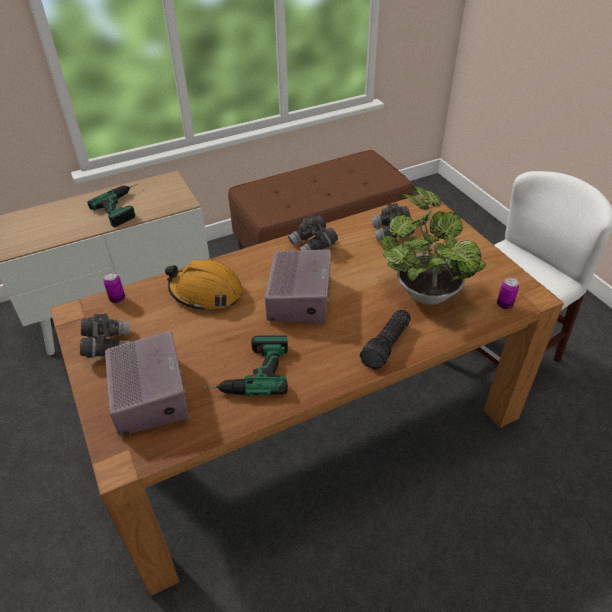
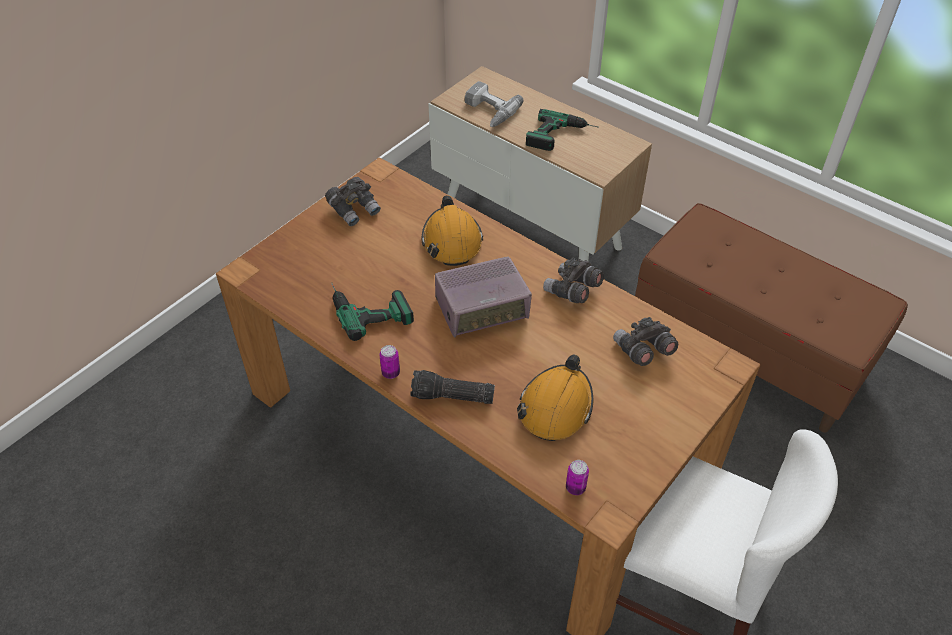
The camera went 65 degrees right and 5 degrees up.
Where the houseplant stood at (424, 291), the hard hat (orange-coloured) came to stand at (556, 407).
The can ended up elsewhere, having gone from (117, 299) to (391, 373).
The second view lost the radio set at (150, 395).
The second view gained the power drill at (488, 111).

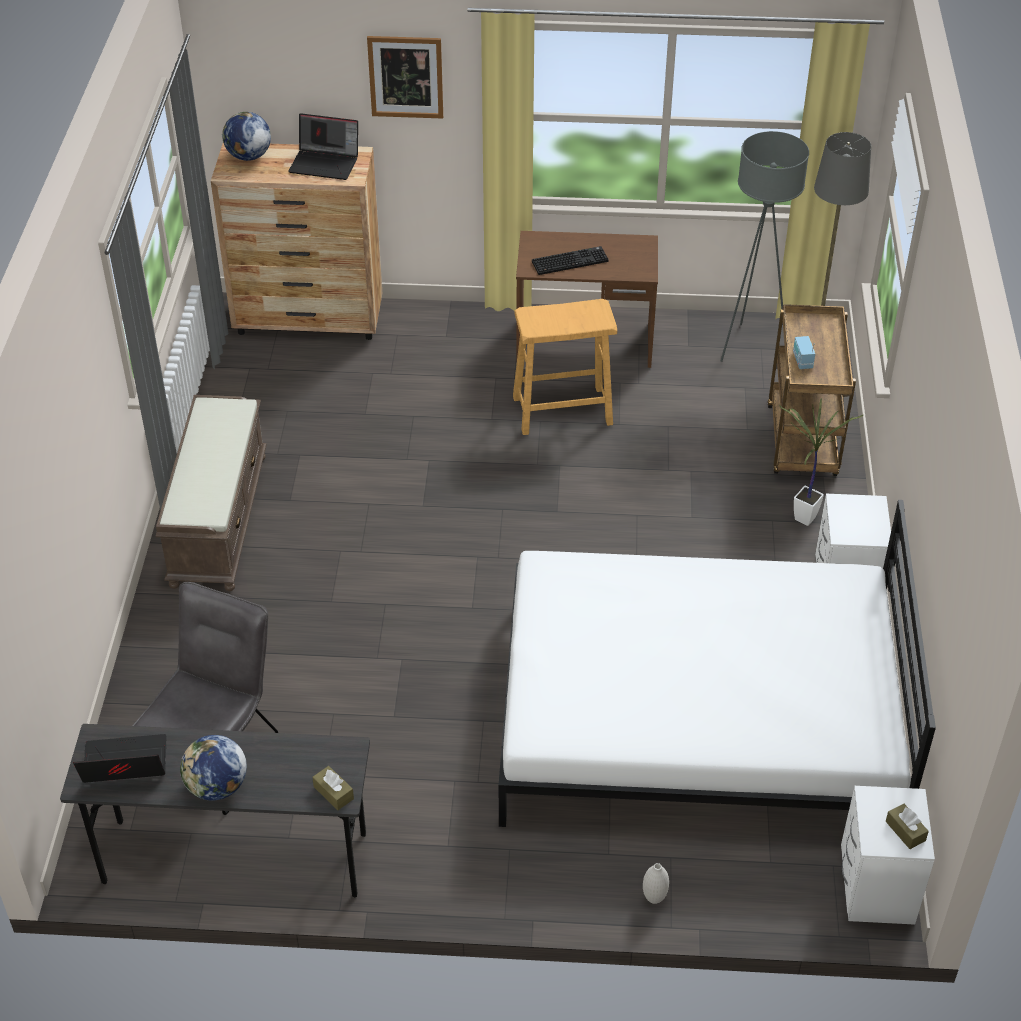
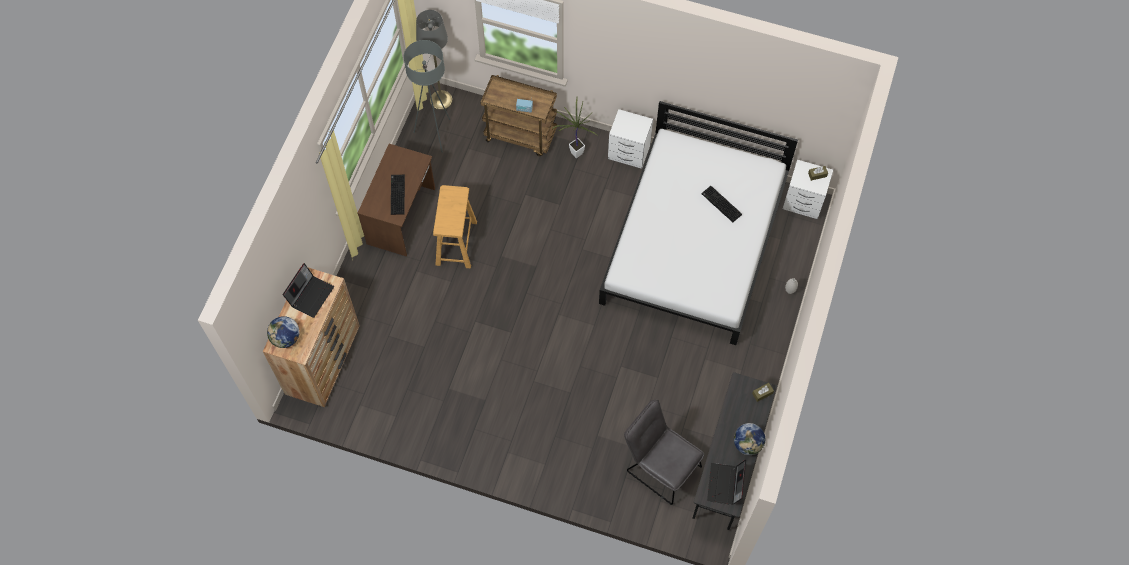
The camera went 75 degrees left and 20 degrees up.
The second view lost the wall art at (406, 77).
The second view lost the indoor bench (brown) at (218, 519).
The second view gained the PC keyboard at (720, 204).

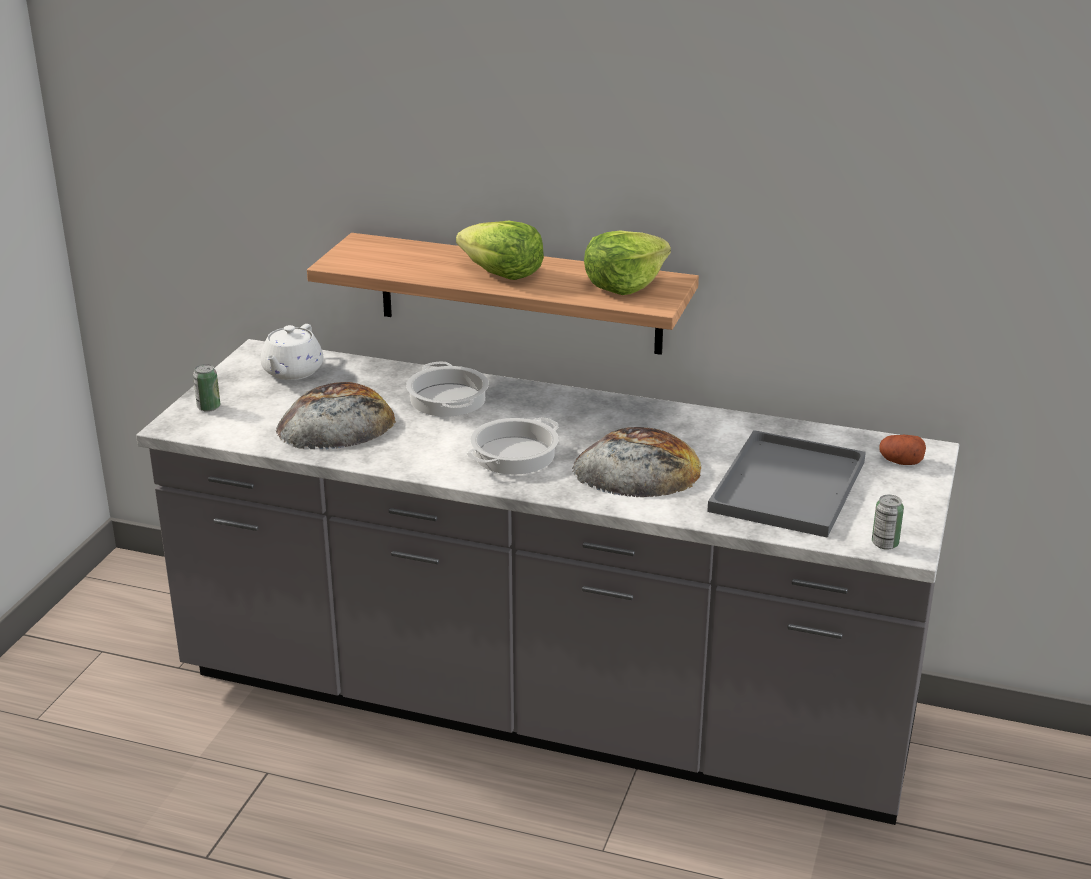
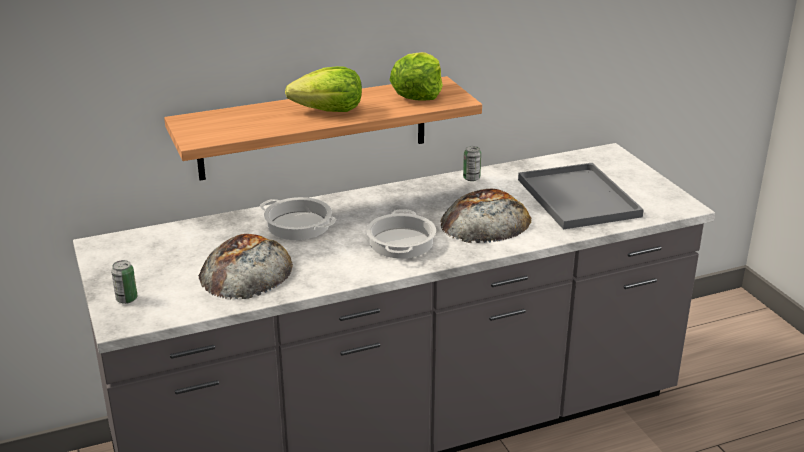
The camera went 40 degrees left and 0 degrees up.
The second view lost the tea pot (white) at (292, 372).
The second view lost the potato at (900, 461).
The can ended up elsewhere, having gone from (885, 544) to (471, 178).

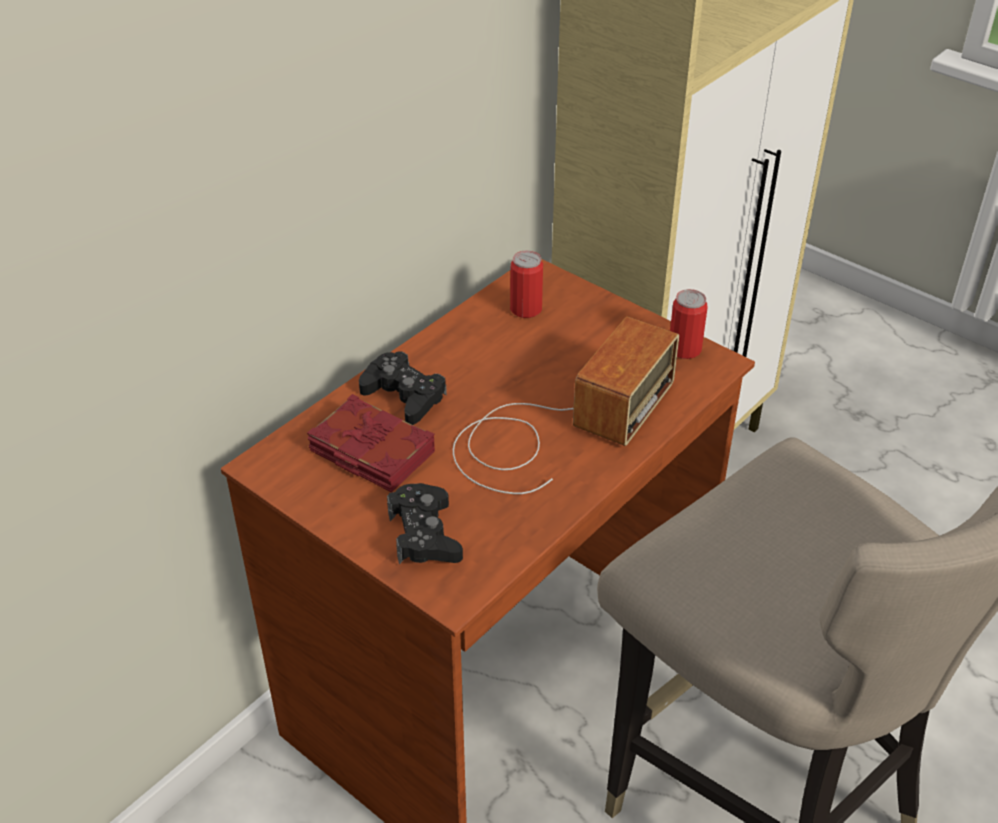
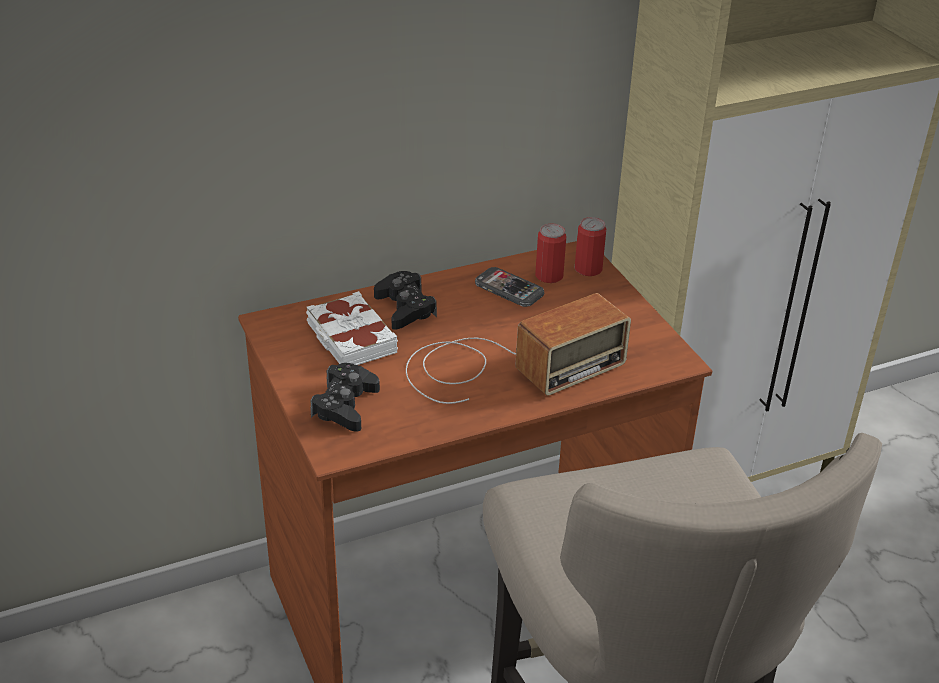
The camera went 25 degrees right and 5 degrees down.
The can ended up elsewhere, having gone from (684, 349) to (588, 269).
What was the book (red) at (371, 452) turned into the book (white) at (350, 338).
The second view gained the handset at (509, 289).

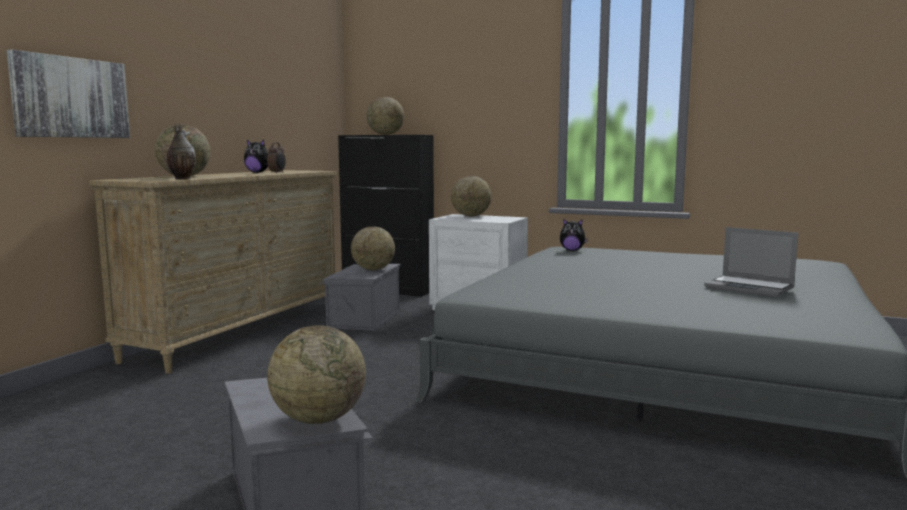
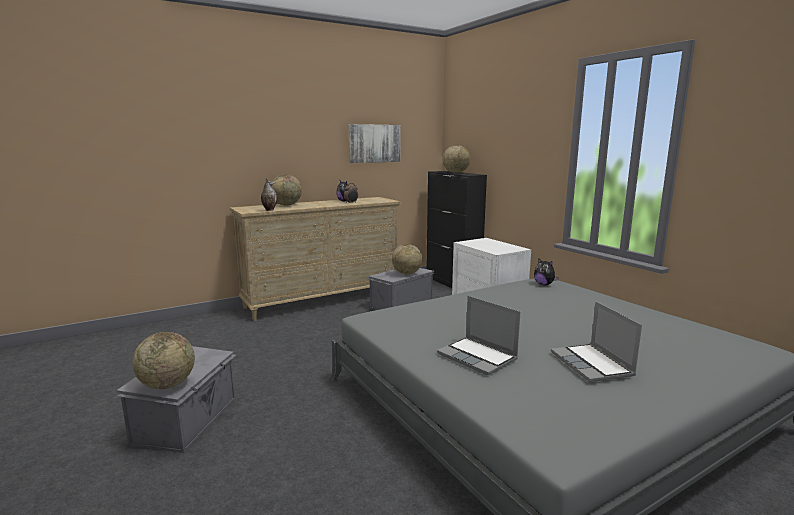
The camera went 35 degrees right and 5 degrees up.
The wall art ended up elsewhere, having gone from (71, 97) to (374, 143).
The second view lost the desk globe at (471, 216).
The second view gained the portable computer at (478, 357).

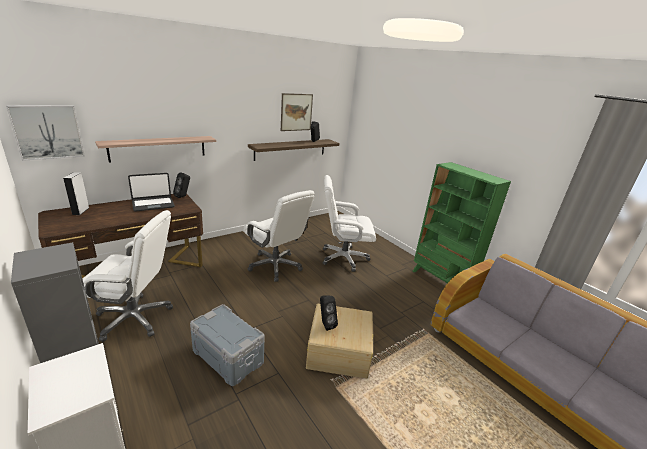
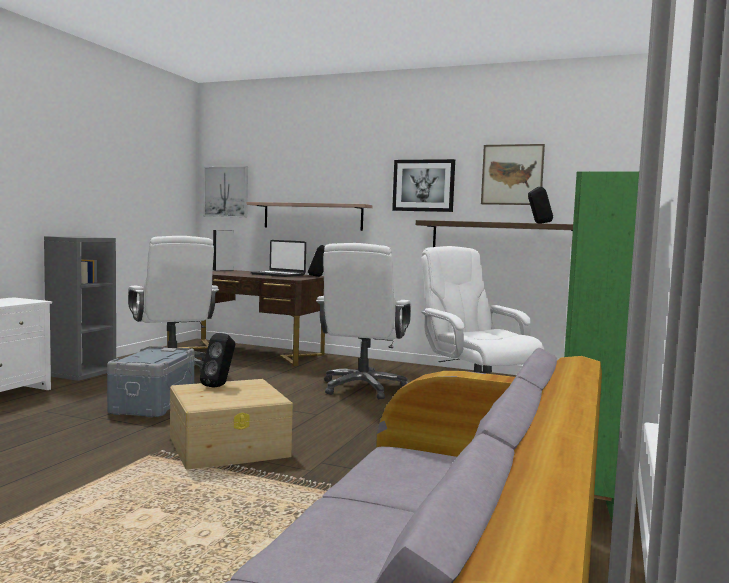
The camera went 60 degrees right and 20 degrees down.
The second view gained the wall art at (423, 185).

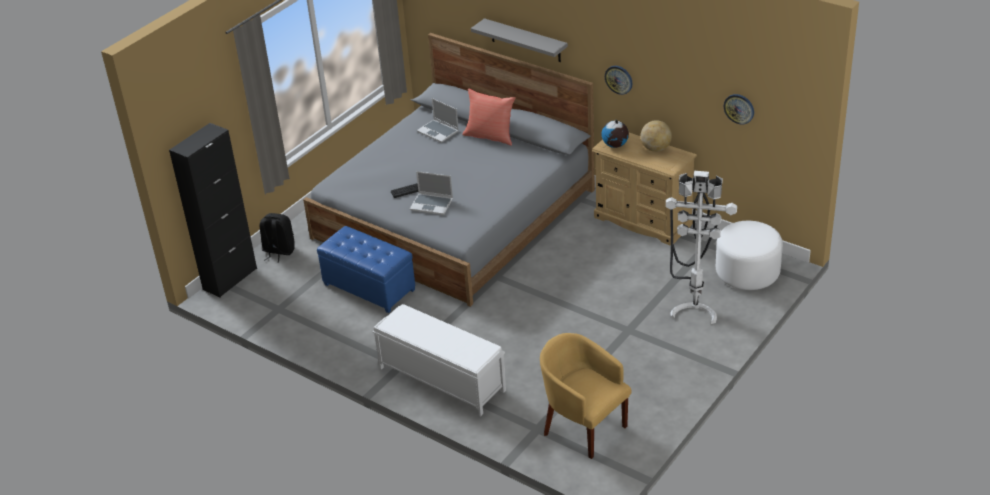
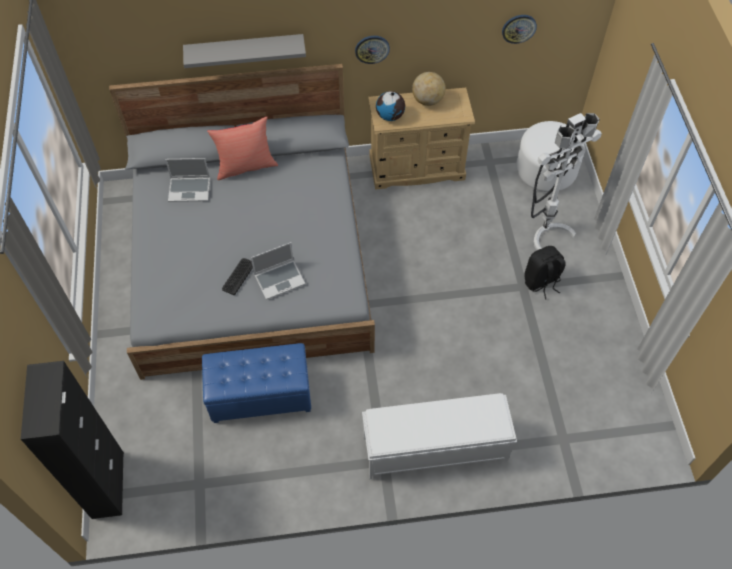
The camera went 45 degrees left and 20 degrees up.
The backpack (black) ended up elsewhere, having gone from (278, 251) to (541, 282).
The second view lost the easy chair (yellow-coloured) at (583, 427).

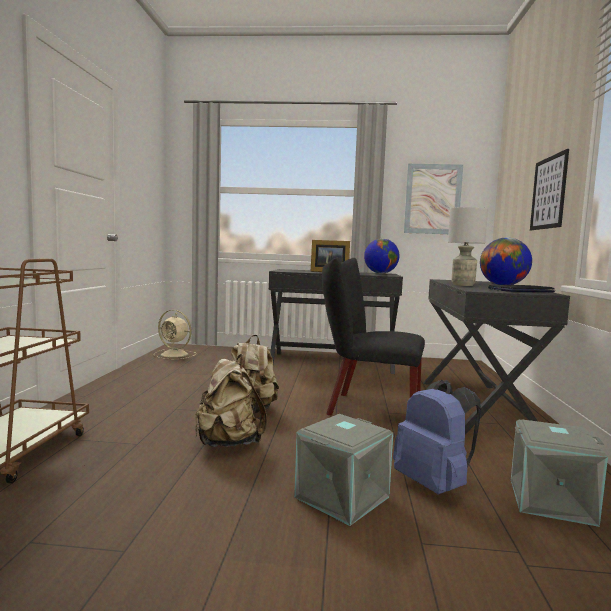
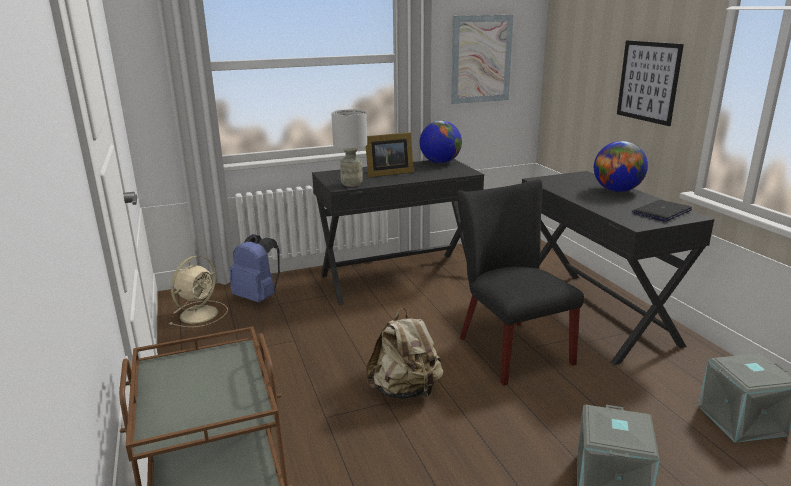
The camera went 25 degrees left and 15 degrees up.
The tabletop lamp (gray) ended up elsewhere, having gone from (463, 285) to (352, 184).
The plain chair (black) at (368, 408) ended up facing another way, 75 degrees clockwise from before.
The fan (sand-coloured) at (175, 354) ended up facing another way, 60 degrees counterclockwise from before.
The second view lost the backpack (sand-coloured) at (228, 443).
The backpack (blue) ended up elsewhere, having gone from (434, 485) to (258, 298).

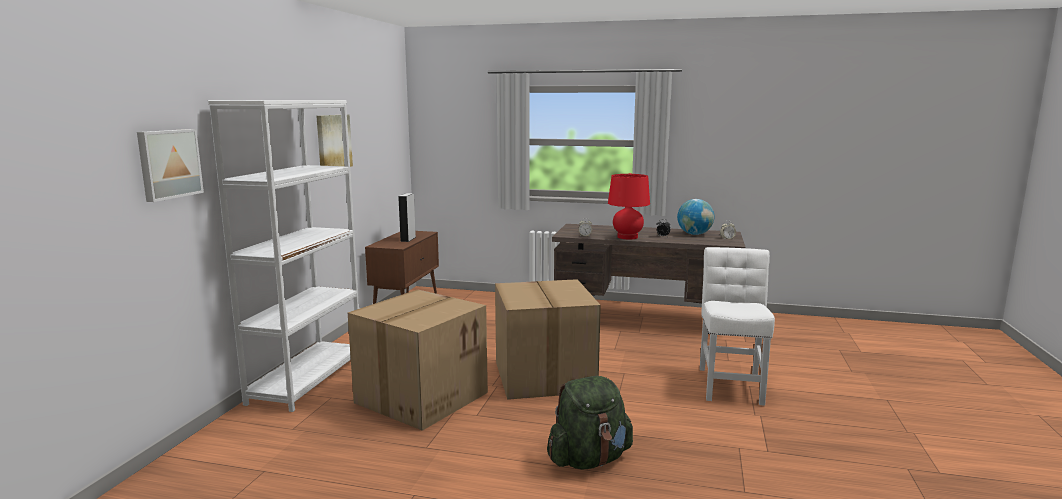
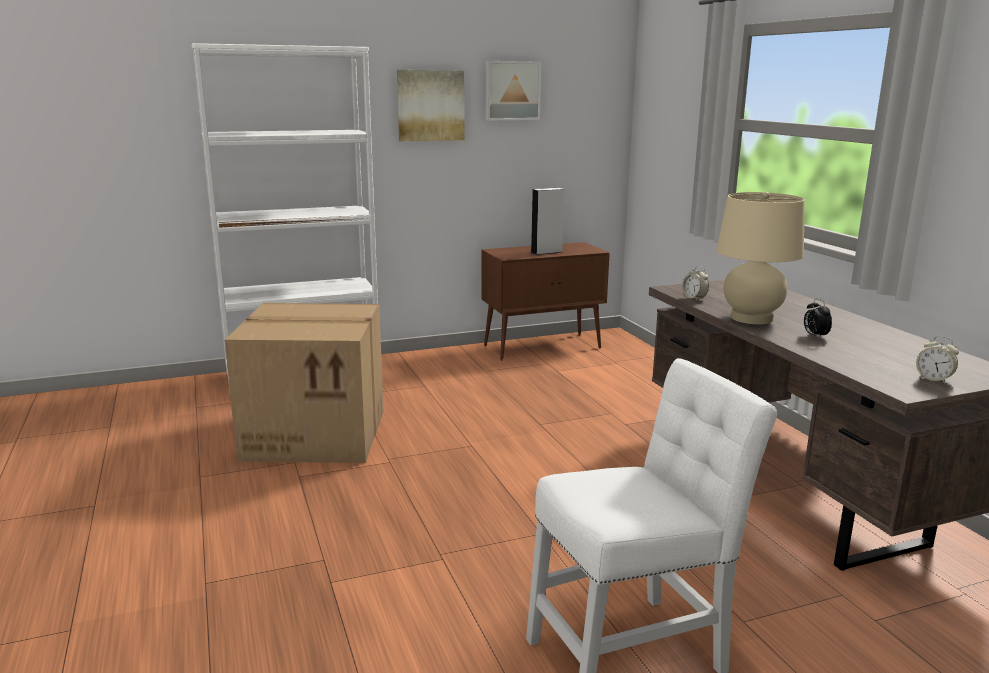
The camera went 55 degrees right and 5 degrees up.
The wall art ended up elsewhere, having gone from (168, 164) to (512, 90).
What was the tabletop lamp (red) at (627, 237) turned into the tabletop lamp (sand-coloured) at (751, 318).
The second view lost the desk globe at (694, 234).
The second view lost the carton at (542, 376).
The second view lost the backpack (green-coloured) at (589, 460).

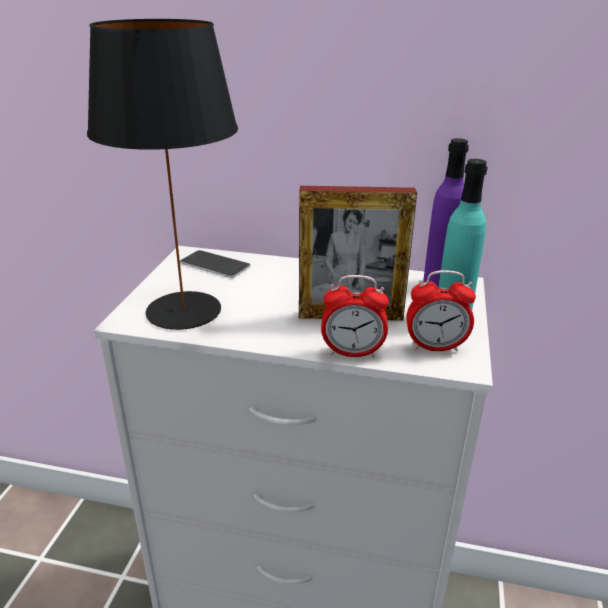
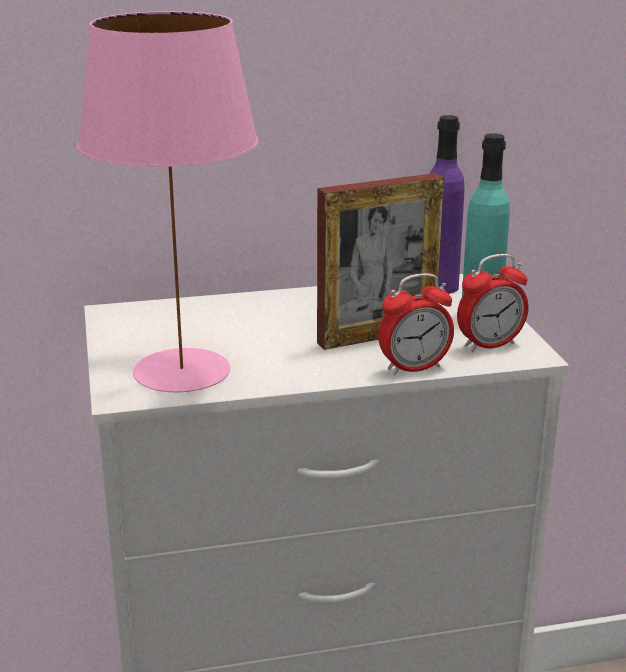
The camera went 25 degrees left and 5 degrees down.
What was the tabletop lamp (black) at (183, 311) turned into the tabletop lamp (pinkish) at (182, 371).
The second view lost the handset at (215, 264).

